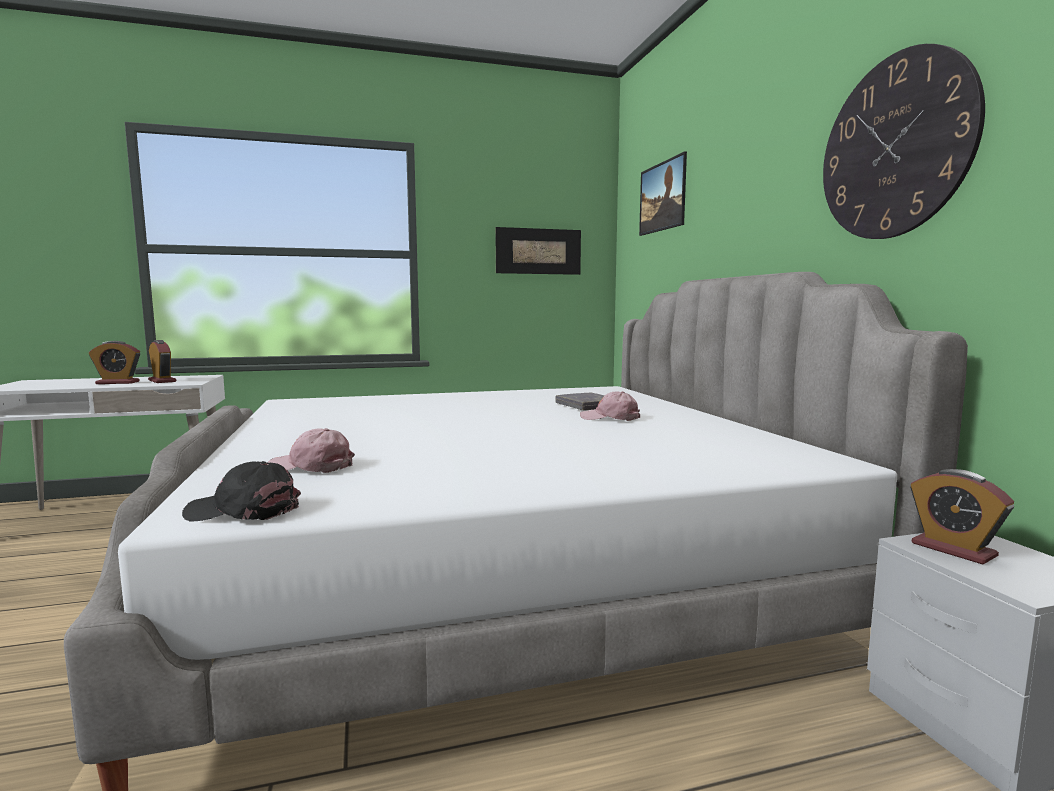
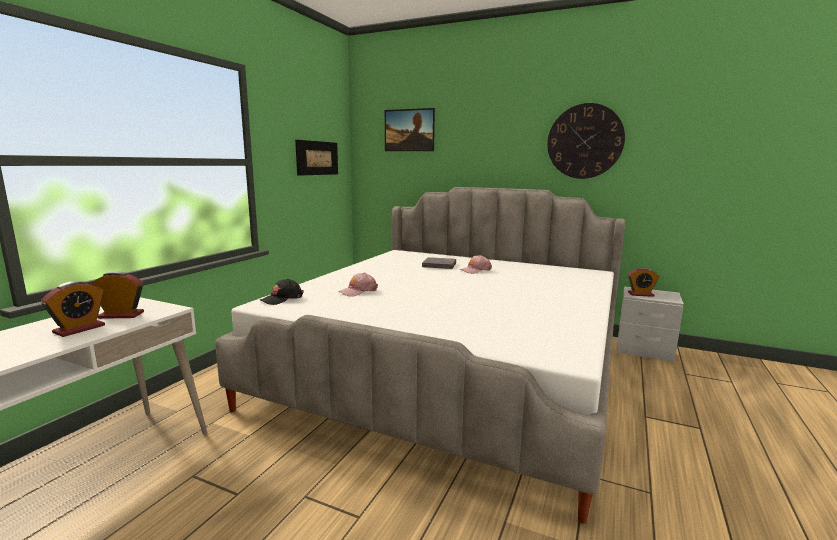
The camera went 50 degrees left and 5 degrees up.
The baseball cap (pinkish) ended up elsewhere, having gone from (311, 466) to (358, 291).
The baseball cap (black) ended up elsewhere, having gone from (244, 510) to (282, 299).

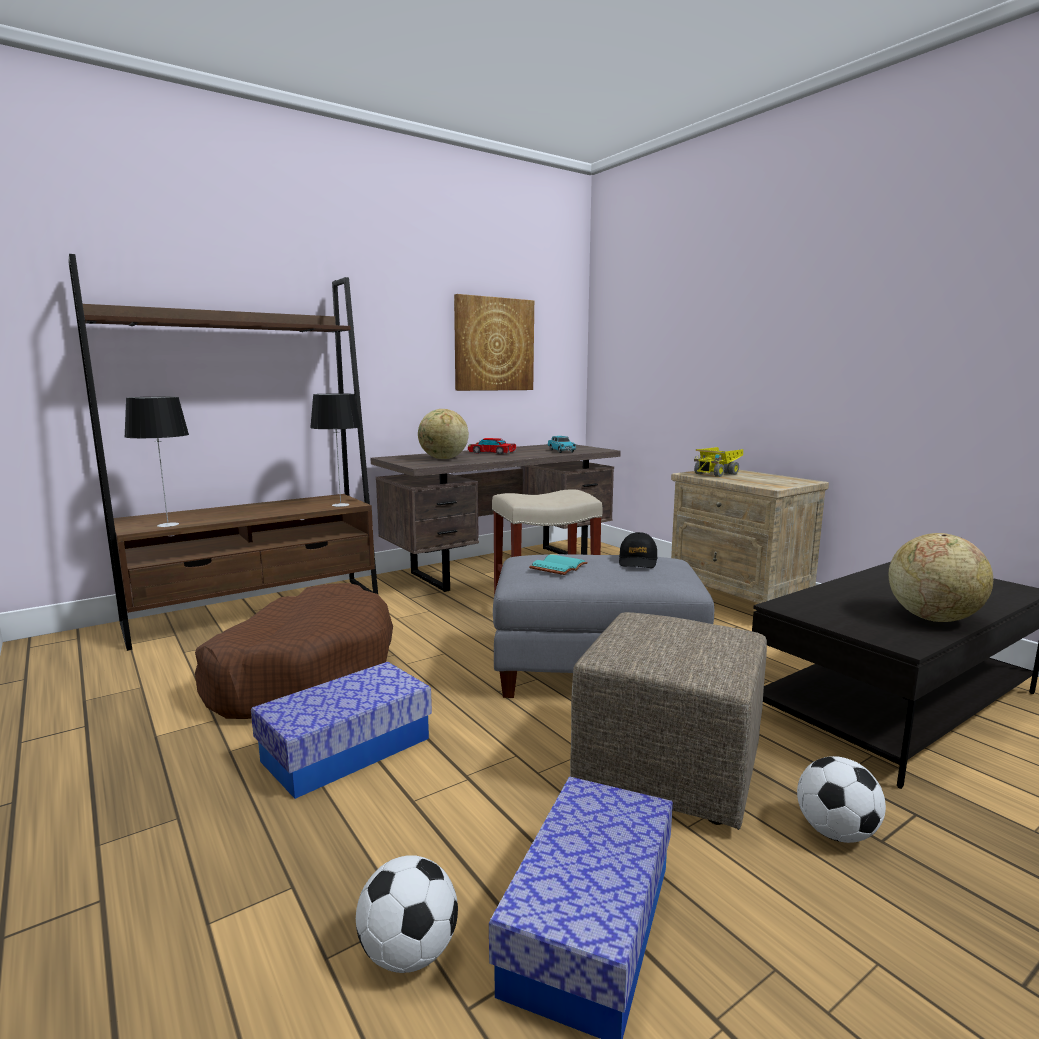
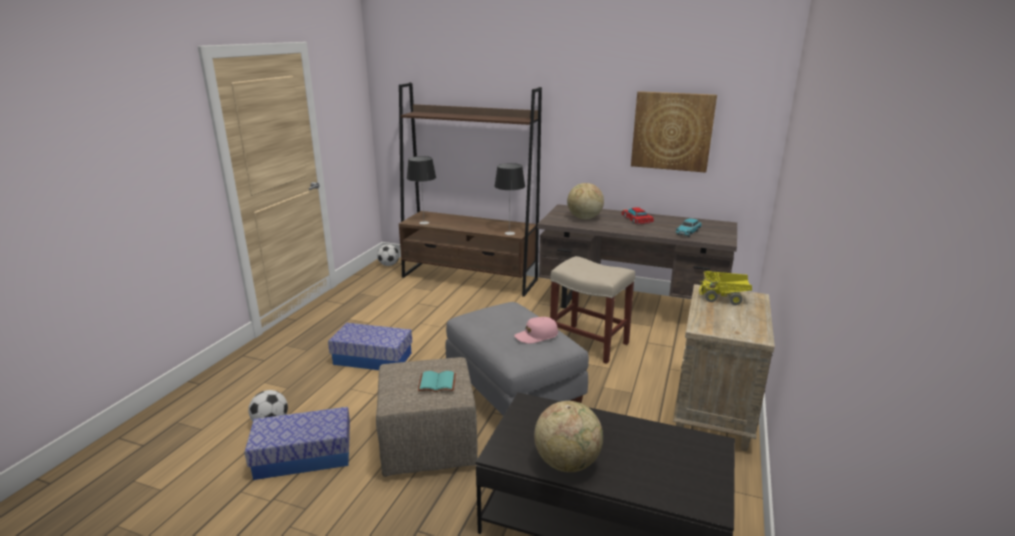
The camera went 55 degrees right and 10 degrees up.
What was the baseball cap (black) at (638, 561) turned into the baseball cap (pinkish) at (536, 336).
The book (turquoise) ended up elsewhere, having gone from (559, 567) to (436, 384).
The second view lost the dog cushion (brown) at (302, 673).
The football ball ended up elsewhere, having gone from (835, 832) to (389, 265).

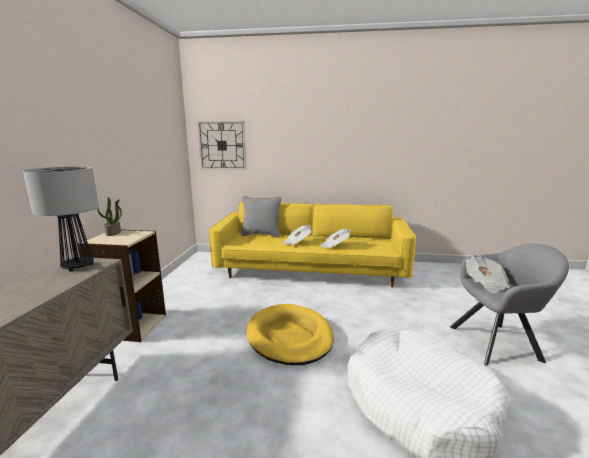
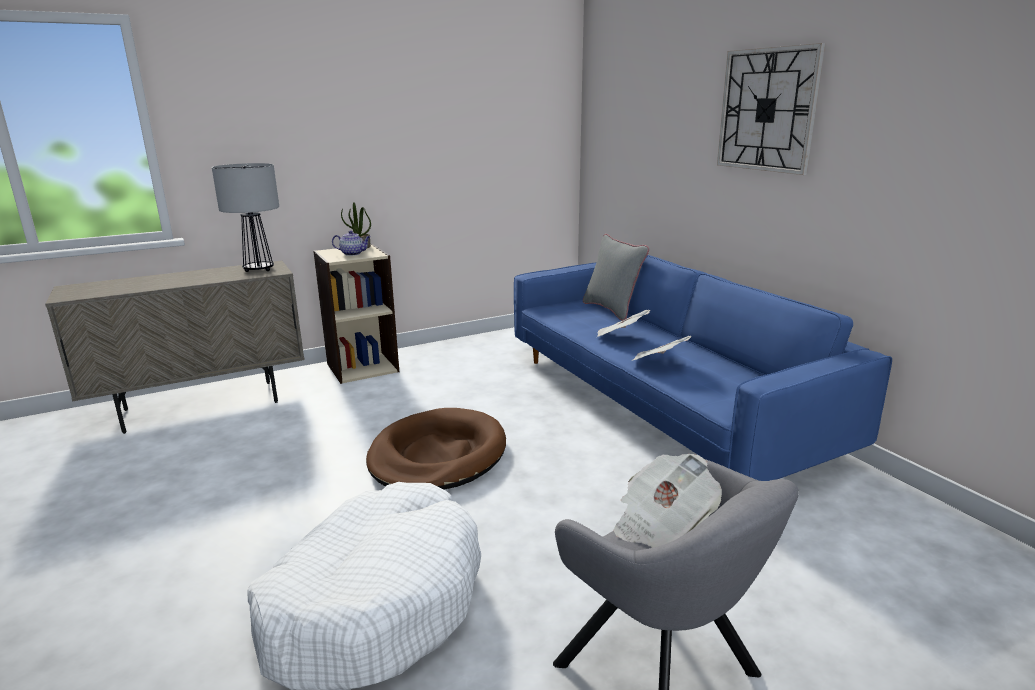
The camera went 55 degrees right and 5 degrees up.
The hanging clock ended up elsewhere, having gone from (222, 145) to (767, 110).
What was the settee (yellow-coloured) at (311, 270) turned into the settee (blue) at (659, 402).
What was the dog cushion (yellow-coloured) at (290, 337) turned into the dog cushion (brown) at (437, 456).
The second view gained the tea pot at (353, 253).

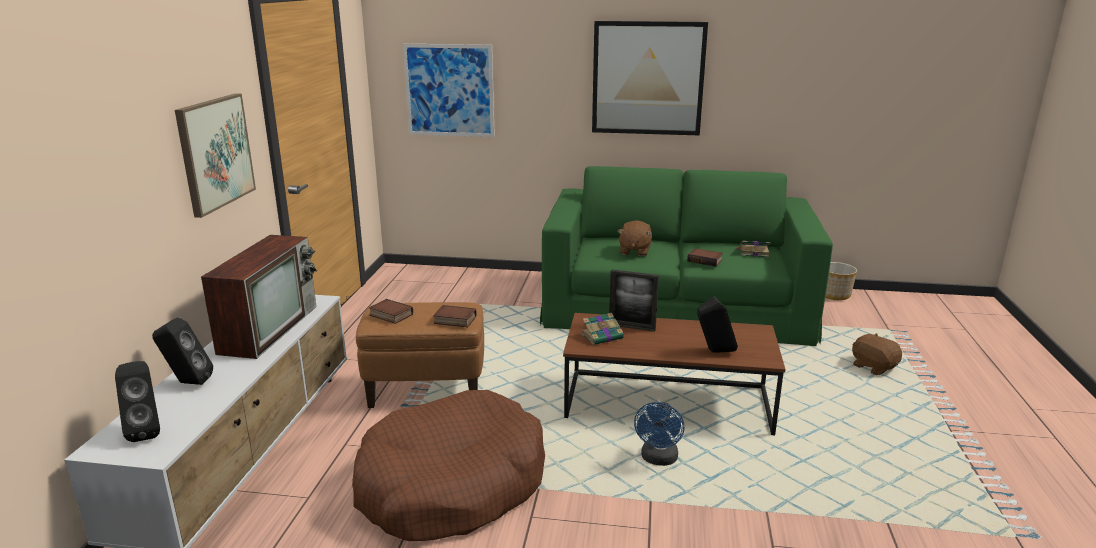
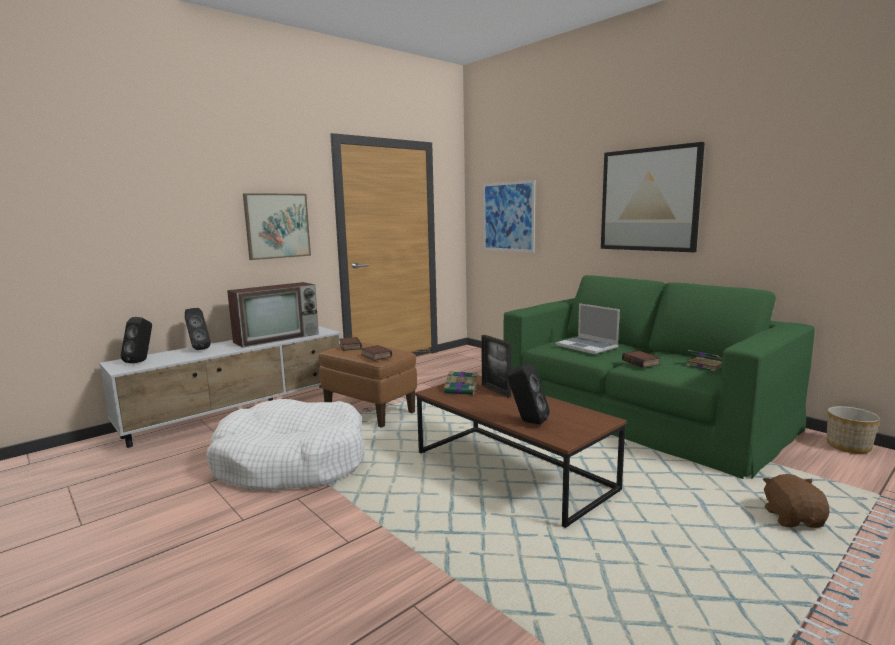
The camera went 40 degrees right and 10 degrees down.
Where the soft toy (brown) stood at (634, 251), the portable computer came to stand at (587, 346).
What was the dog cushion (brown) at (451, 485) turned into the dog cushion (white) at (291, 462).
The second view lost the fan (blue) at (658, 459).

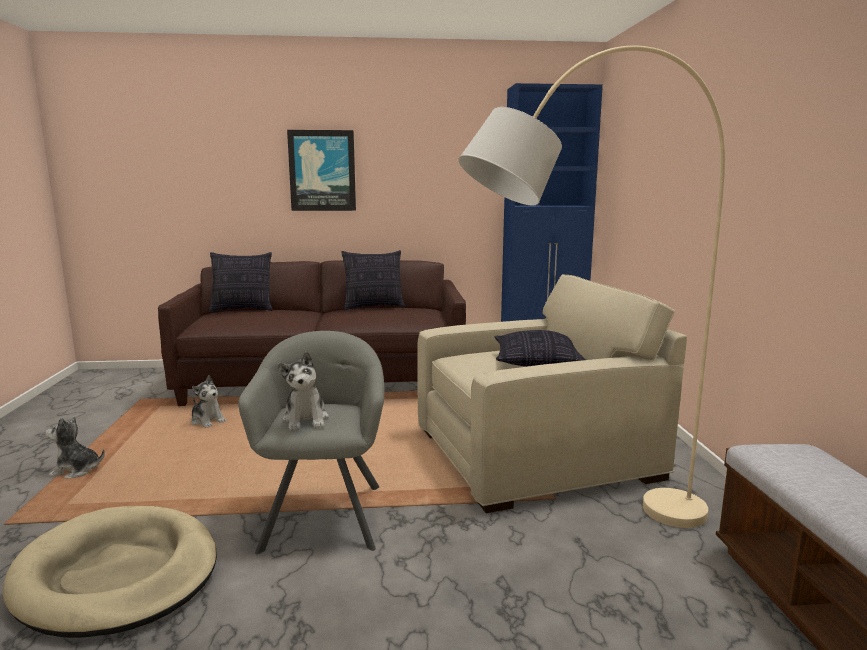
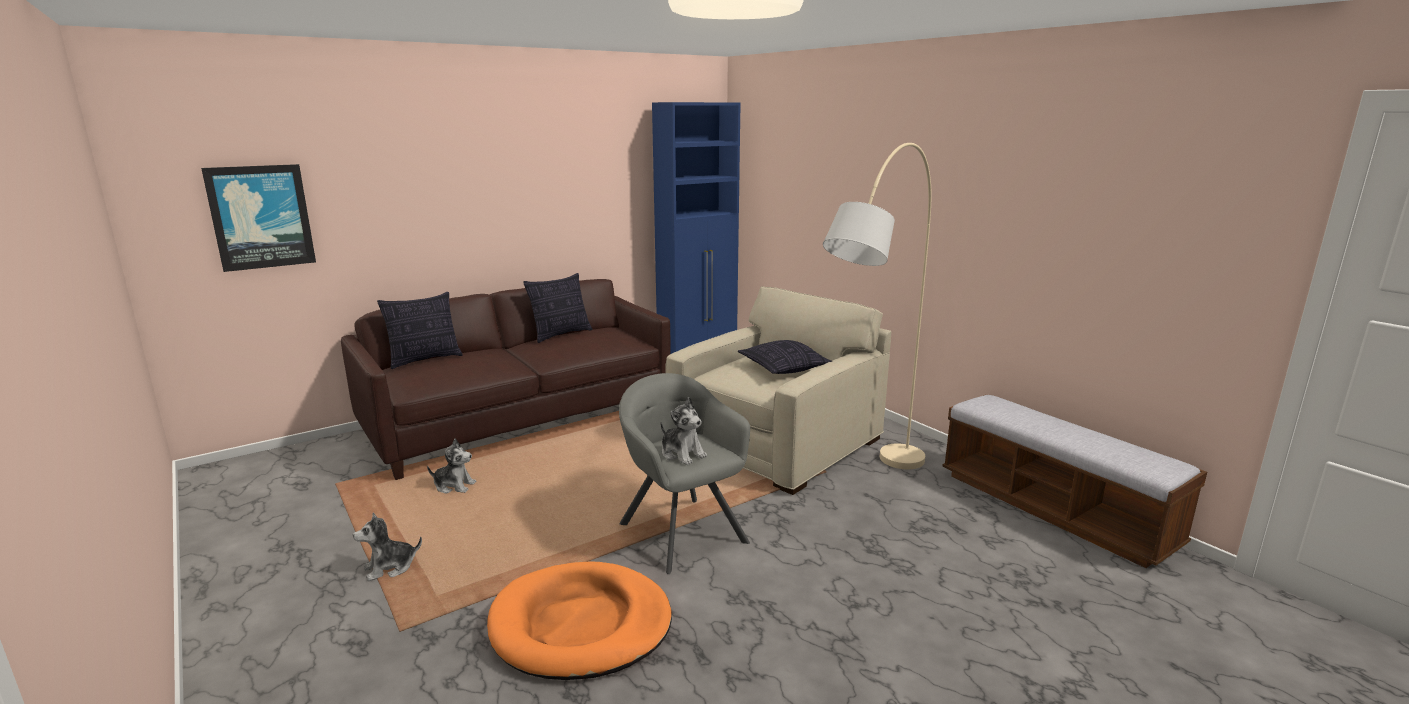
The camera went 30 degrees left and 5 degrees up.
The wall art ended up elsewhere, having gone from (322, 171) to (261, 217).
What was the dog cushion (sand-coloured) at (117, 575) turned into the dog cushion (orange-coloured) at (581, 625).

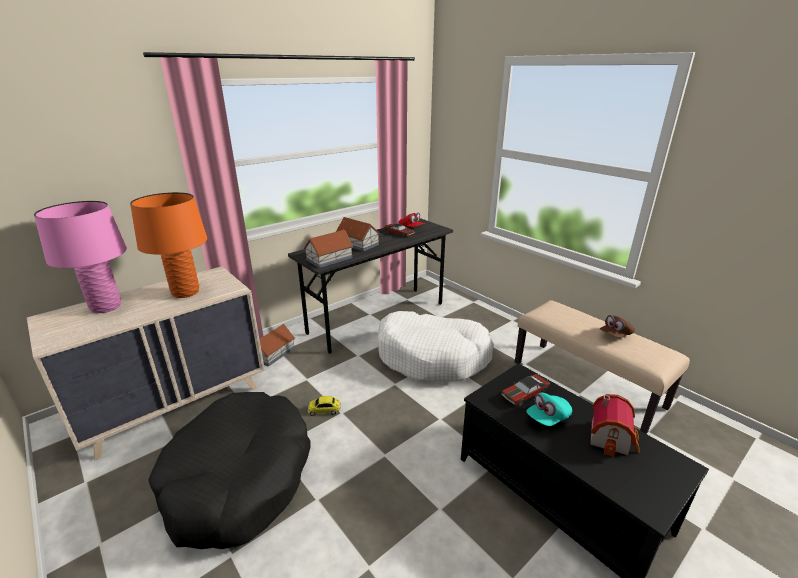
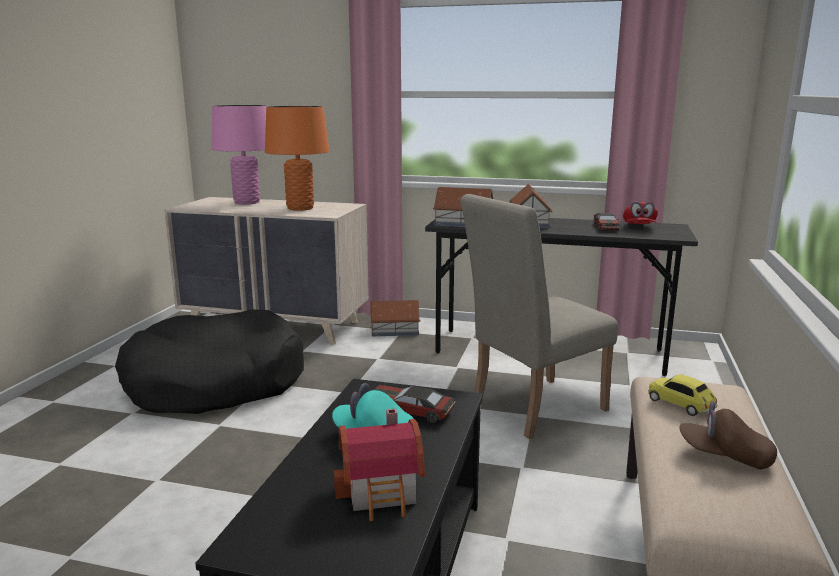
The camera went 55 degrees right and 10 degrees down.
Where the dog cushion (white) stood at (432, 356), the plain chair (sand-coloured) came to stand at (531, 408).
The model car ended up elsewhere, having gone from (324, 410) to (681, 405).

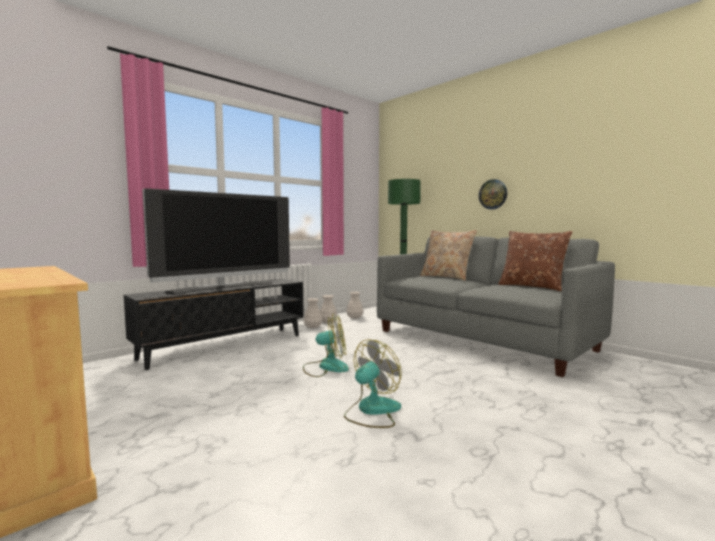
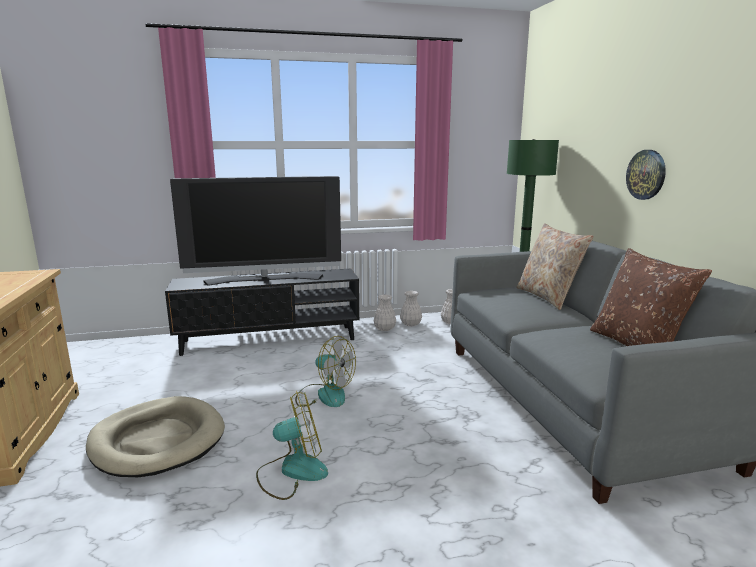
The camera went 30 degrees right and 10 degrees up.
The second view gained the dog cushion (sand-coloured) at (158, 440).

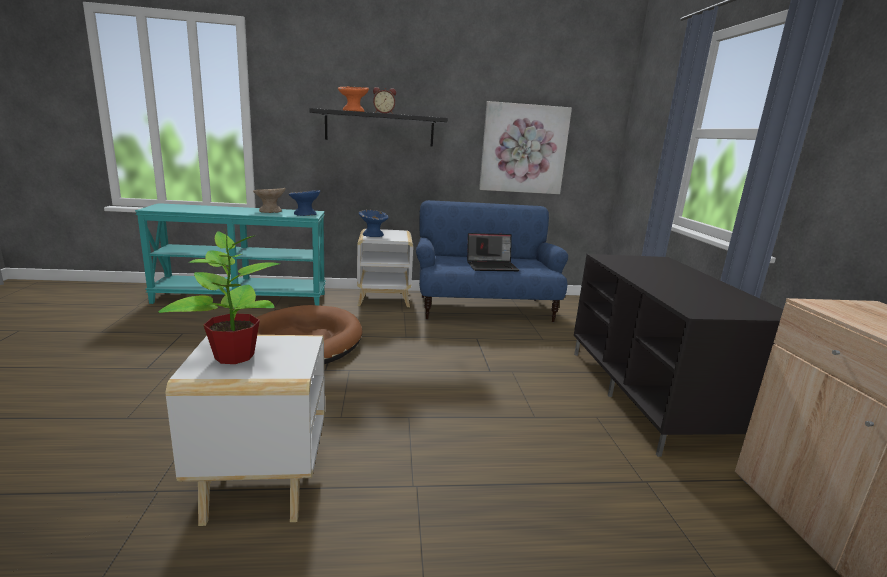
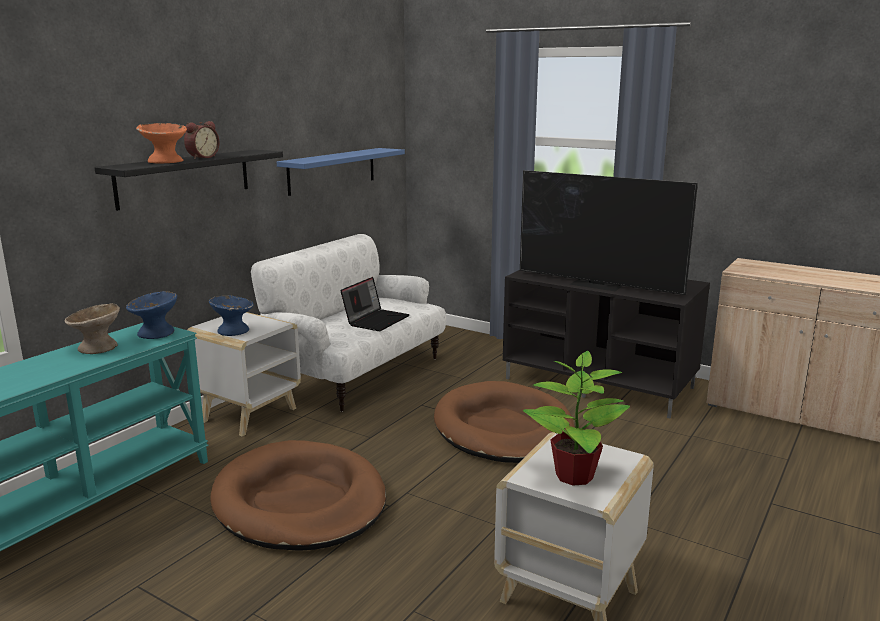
The camera went 50 degrees left and 0 degrees up.
Where the wall art hung at (523, 149), the bracket shelf (blue) came to hang at (332, 170).
What was the settee (blue) at (484, 308) turned into the settee (white) at (358, 373).
The second view gained the TV set at (597, 284).
The second view gained the dog cushion (brown) at (503, 429).

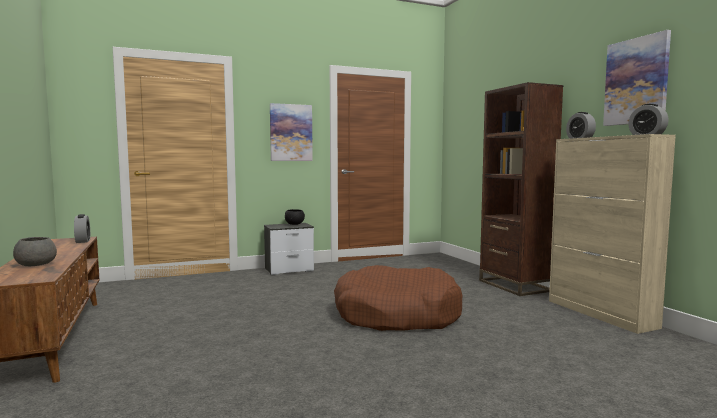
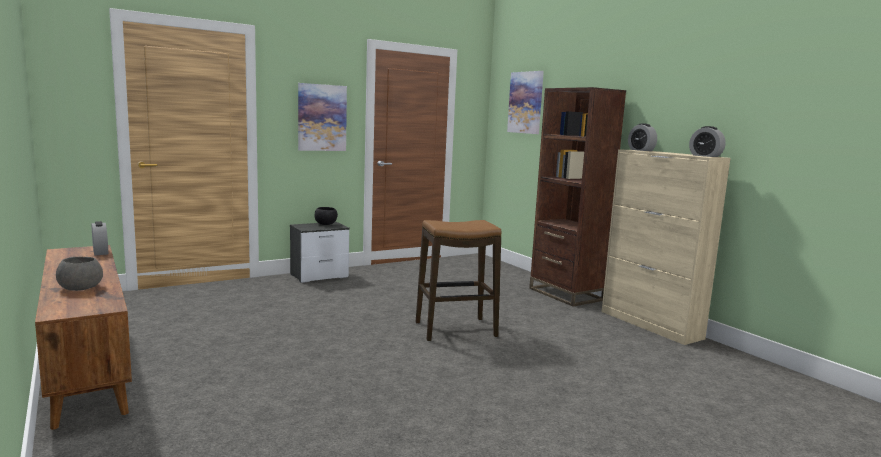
The camera went 10 degrees left and 5 degrees up.
The wall art ended up elsewhere, having gone from (636, 81) to (526, 102).
Where the dog cushion (brown) stood at (396, 315), the stool seat came to stand at (456, 329).

